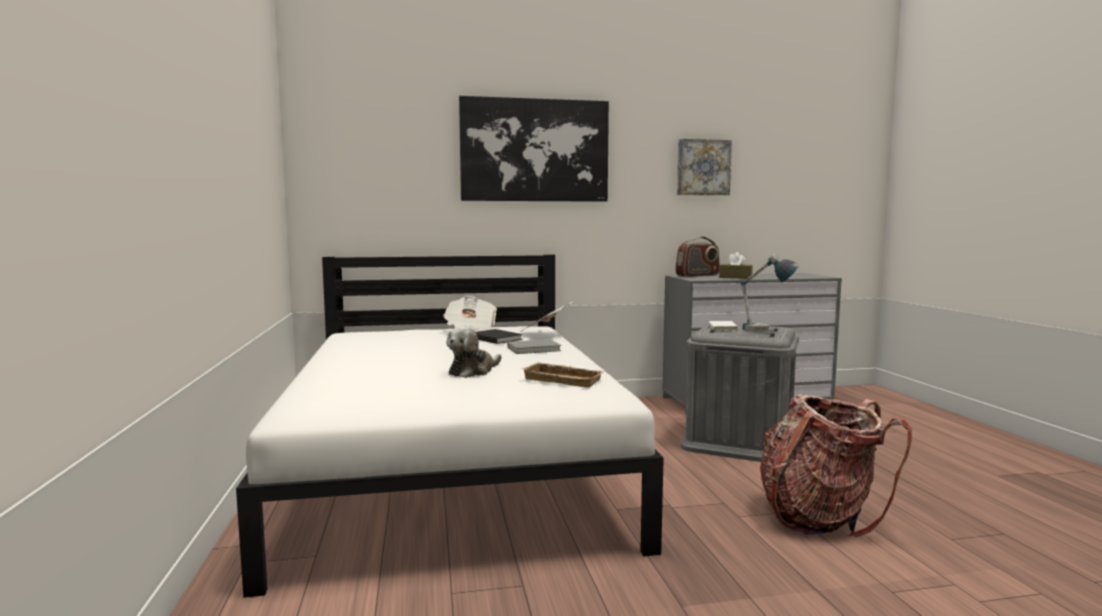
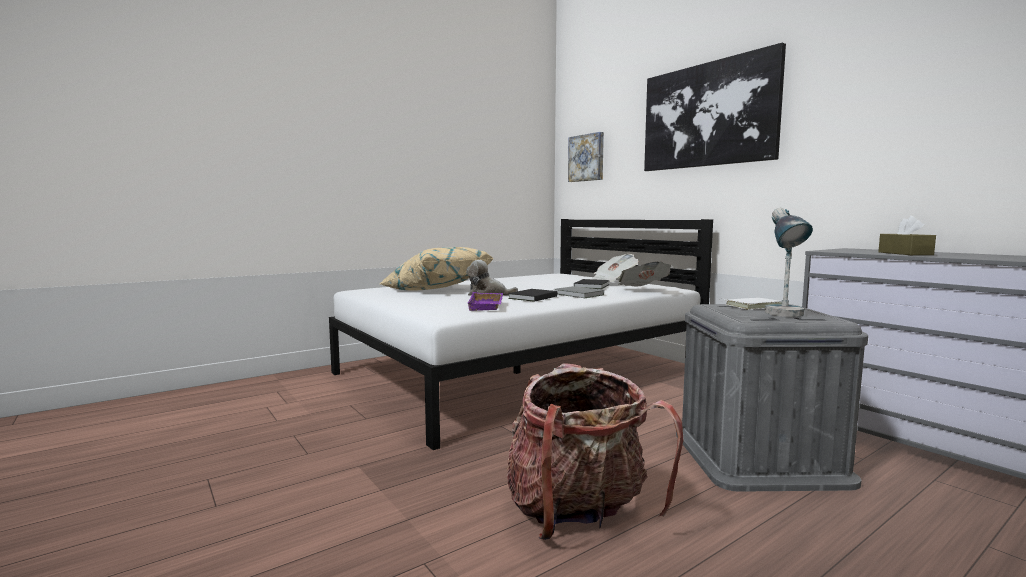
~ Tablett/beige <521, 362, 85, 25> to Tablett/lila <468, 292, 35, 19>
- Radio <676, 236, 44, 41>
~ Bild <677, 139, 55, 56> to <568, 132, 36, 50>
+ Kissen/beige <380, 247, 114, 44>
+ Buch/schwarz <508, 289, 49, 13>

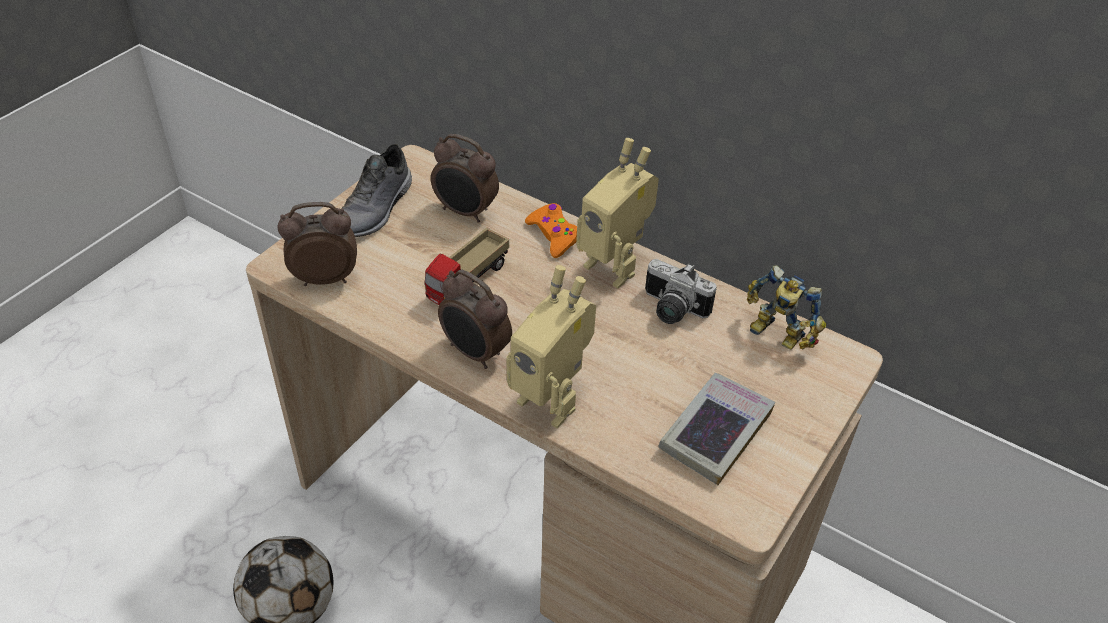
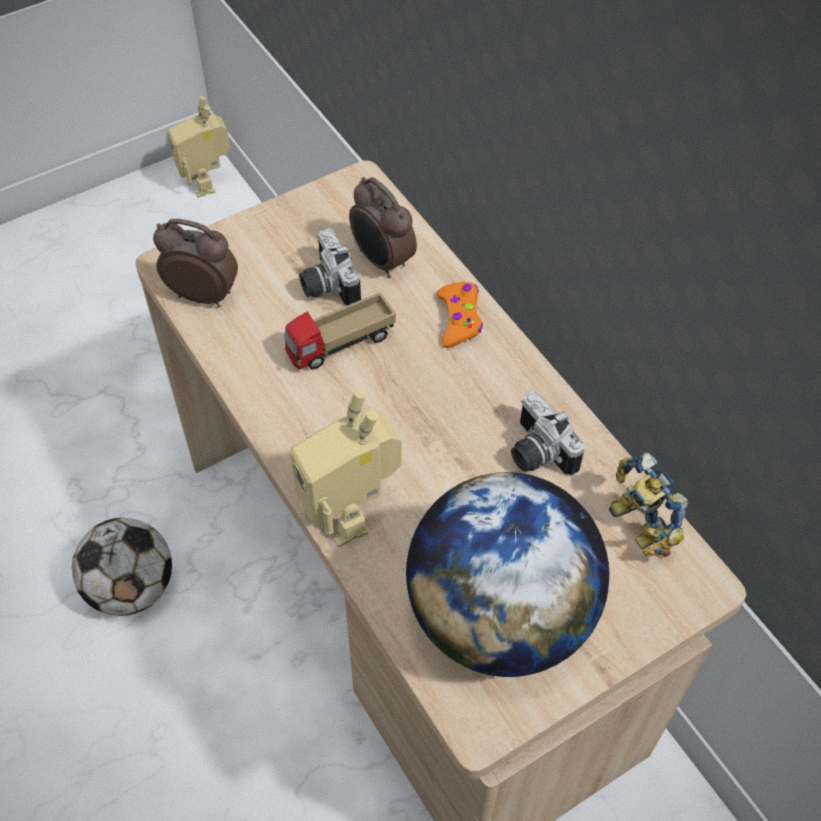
- Schuh/grau <341, 144, 71, 93>
- Wecker <438, 270, 74, 99>
~ Spielzeugroboter <576, 138, 83, 150> to <168, 96, 62, 102>
~ Buch <658, 373, 118, 112> to Globus <406, 472, 203, 205>
+ Kamera <299, 228, 62, 78>

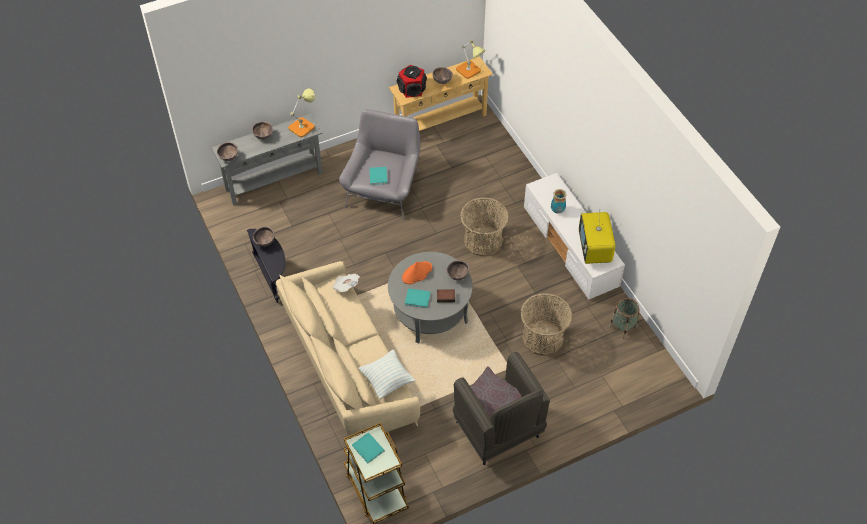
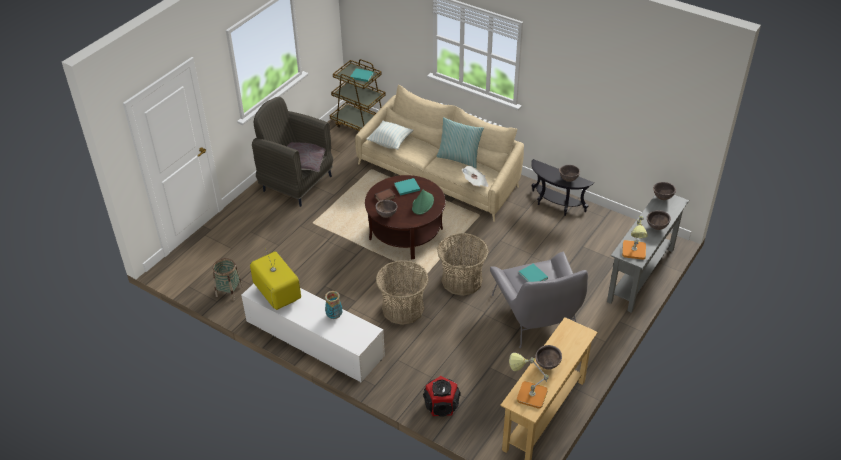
~ Couchtisch/grau <388, 252, 85, 91> to Couchtisch/braun <365, 175, 81, 85>
~ Lautsprecher <397, 65, 30, 33> to <423, 376, 38, 41>
~ Hut/orange <402, 261, 30, 23> to Hut/grün <412, 190, 22, 25>
~ Korb <520, 293, 52, 63> to <437, 233, 52, 63>
+ Kissen <436, 117, 48, 51>

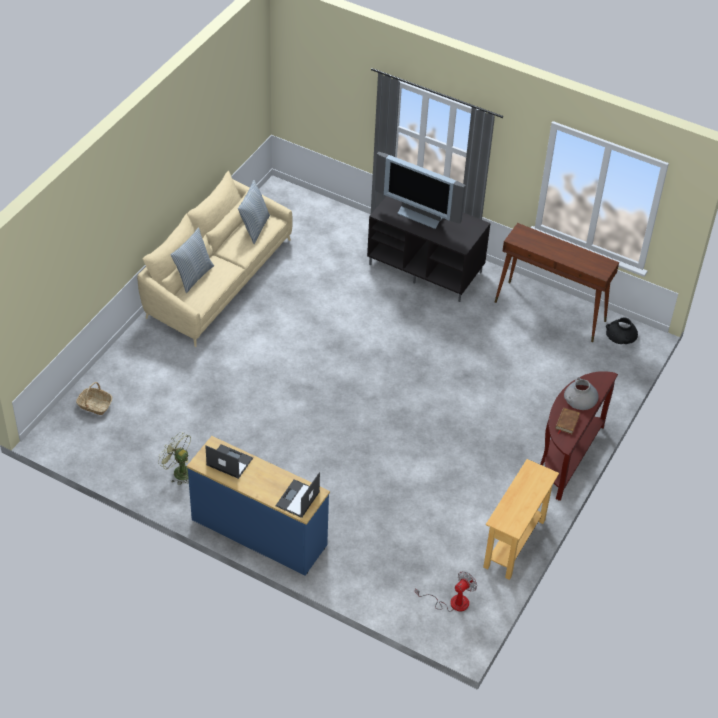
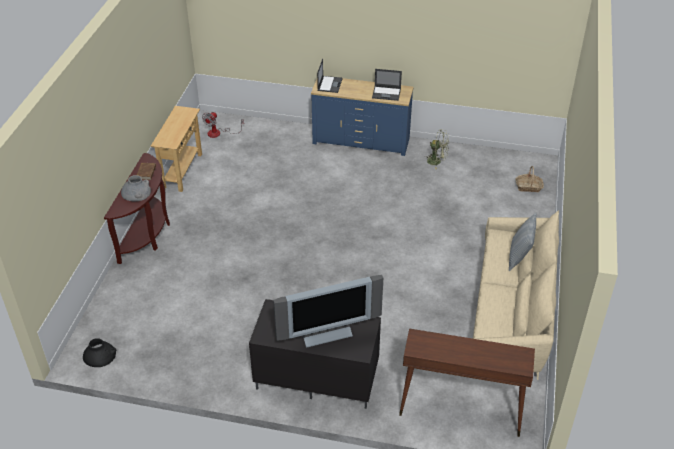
- Kissen <238, 180, 32, 64>
~ Fernseher <375, 152, 91, 77> = <273, 275, 110, 73> 150 degrees clockwise
~ Konsolentisch/braun <495, 223, 124, 119> to <399, 328, 136, 109>

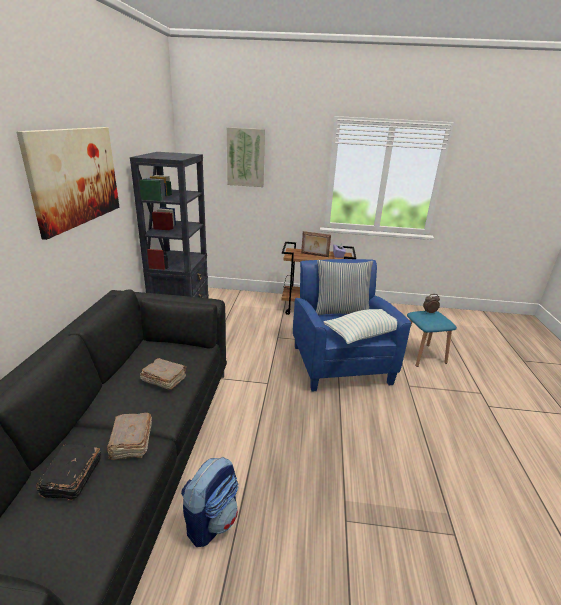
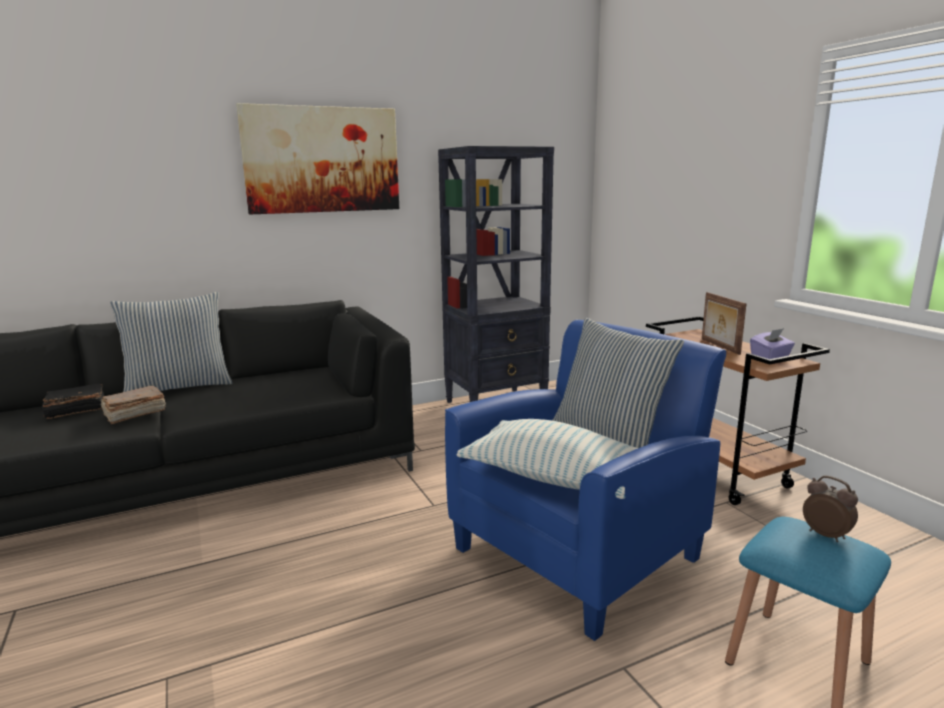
- Buch/braun <140, 358, 47, 32>
- Rucksack <181, 457, 58, 90>
- Bild <227, 127, 38, 60>
+ Kissen <110, 292, 123, 100>

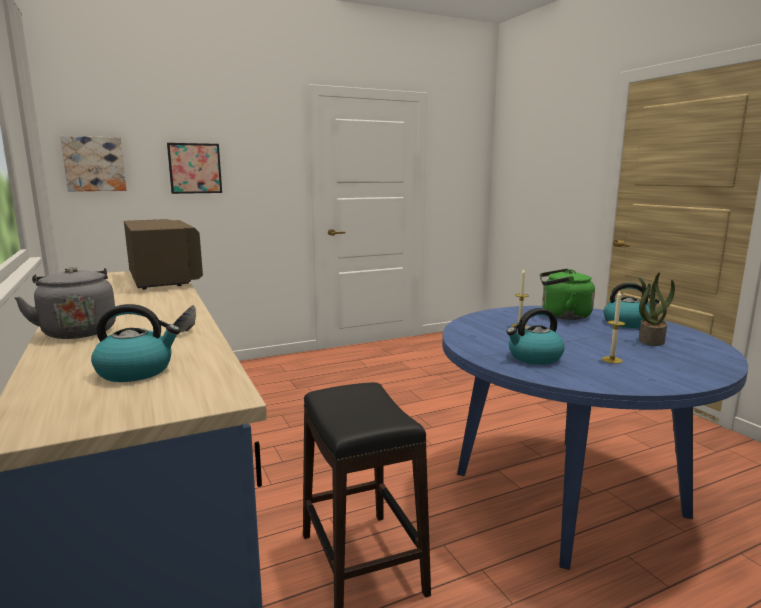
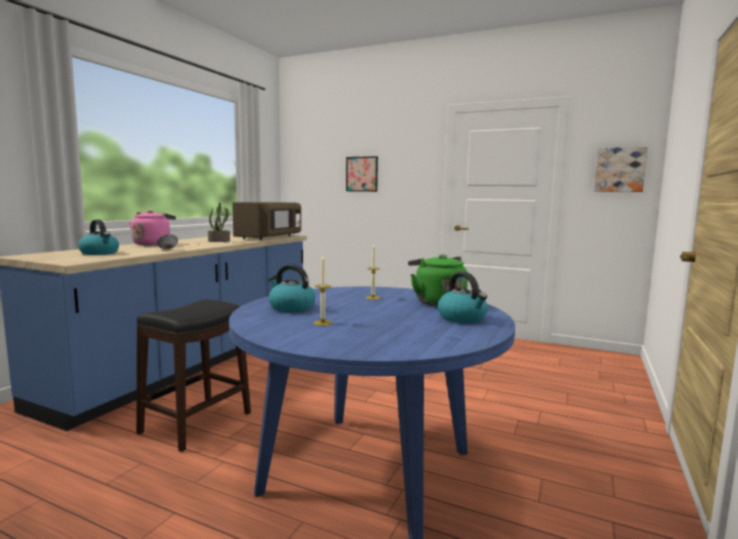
~ Wasserkessel/grau <14, 267, 102, 72> to Wasserkessel/rosa <129, 210, 47, 35>
~ Bild <60, 136, 66, 55> to <594, 147, 54, 45>
~ Topfpflanze <638, 272, 37, 74> to <208, 203, 22, 39>

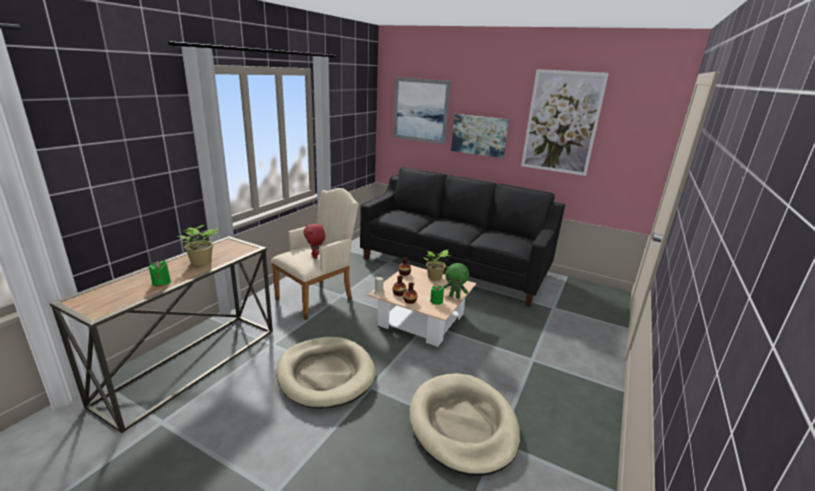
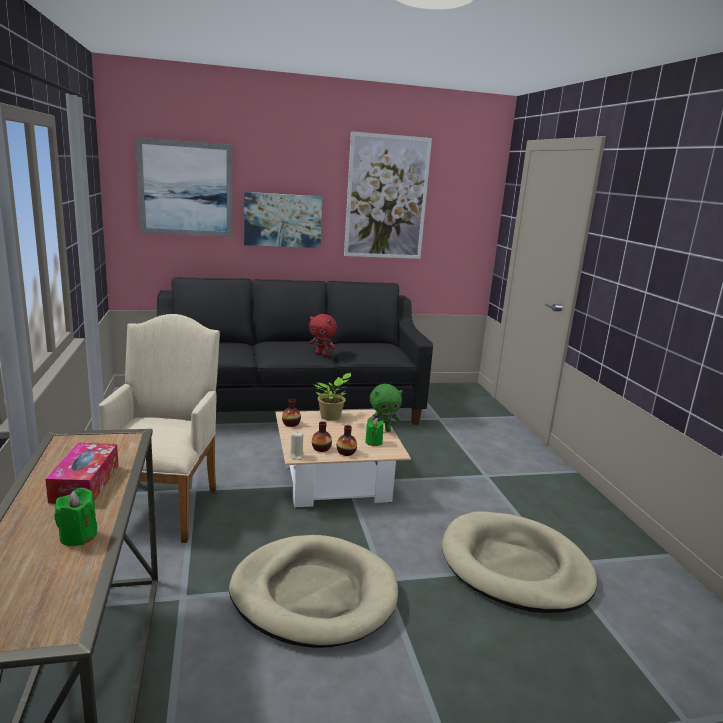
~ Topfpflanze <177, 225, 41, 41> to Taschentuchbox <45, 443, 74, 61>
~ Plüschtier/rot <303, 224, 22, 35> to <309, 314, 28, 42>

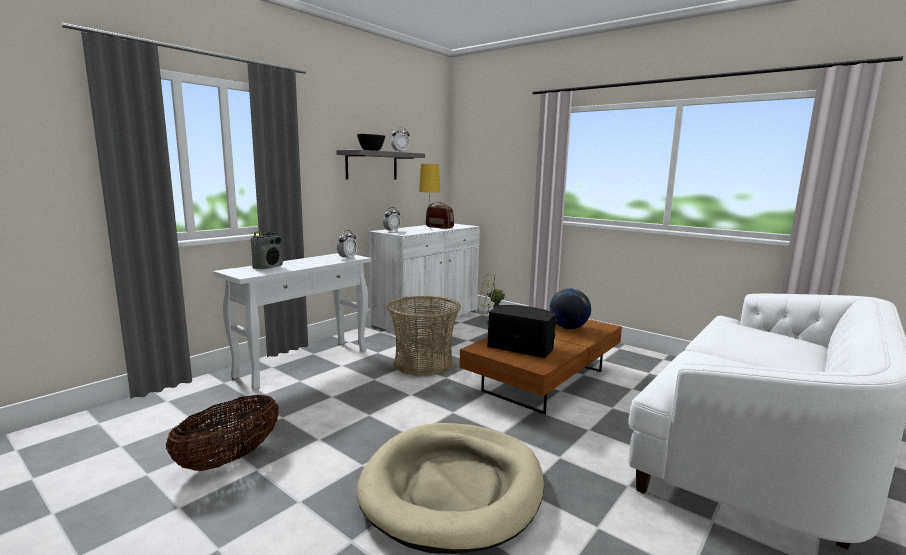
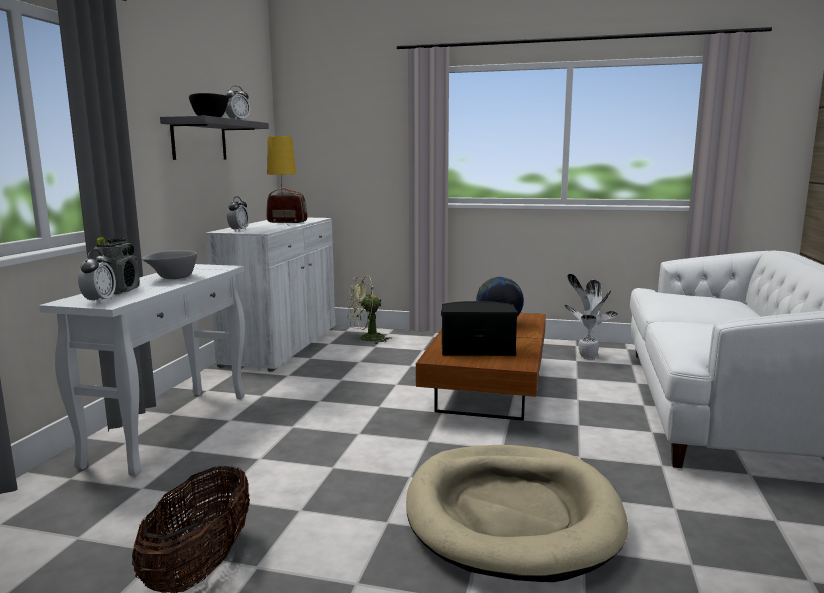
~ Wecker <337, 230, 20, 30> to <78, 250, 38, 54>
- Korb <387, 296, 74, 80>
+ Schüssel/grau <142, 250, 55, 29>
+ Topfpflanze <564, 274, 54, 85>

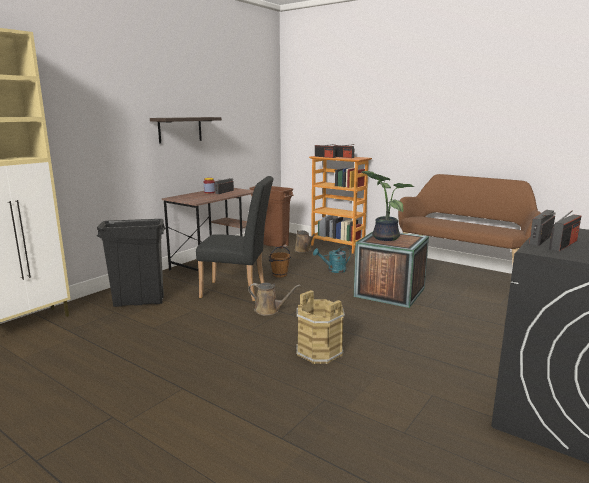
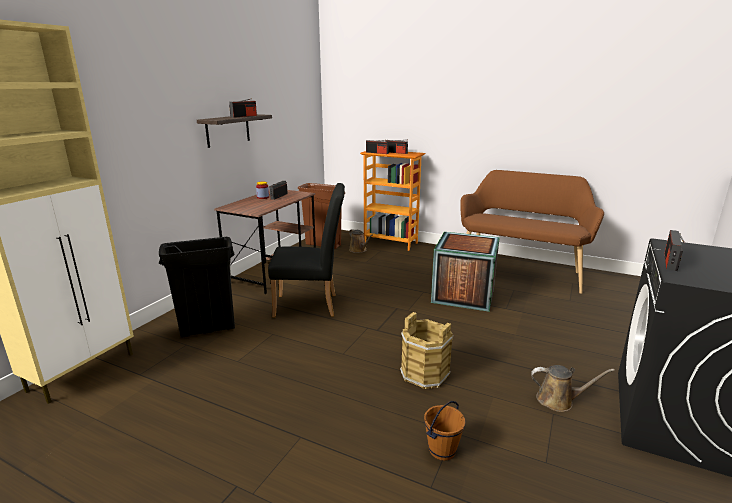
~ Gießkanne/braun <248, 283, 52, 32> to <531, 365, 84, 47>
~ Eimer/braun <269, 246, 22, 32> to <424, 401, 42, 60>
- Gießkanne/türkis <313, 246, 38, 27>
- Topfpflanze <362, 171, 52, 70>
~ Radio <549, 211, 32, 40> to <229, 98, 28, 20>

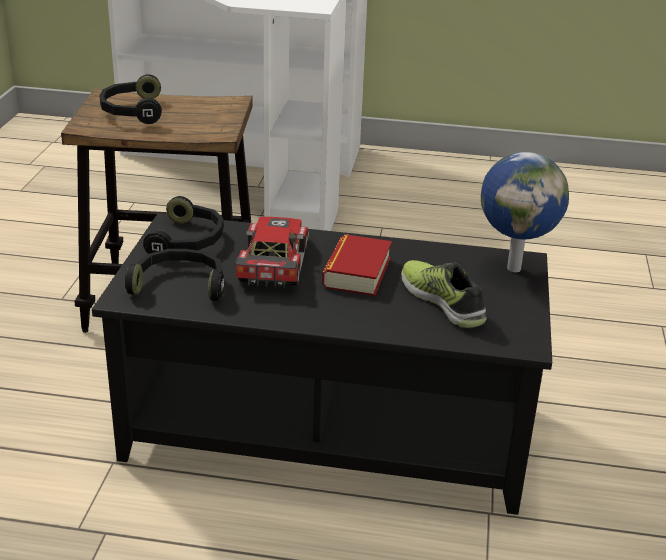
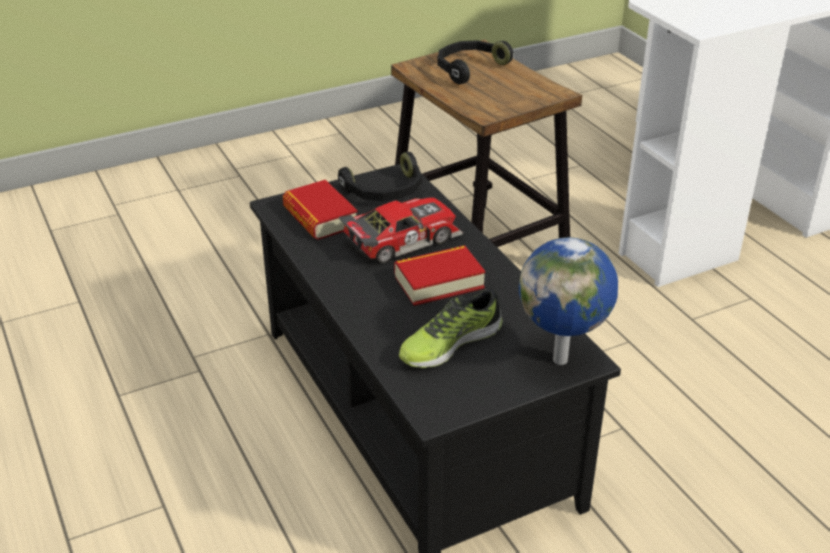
~ Kopfhörer/schwarz <125, 249, 99, 52> to Buch <283, 180, 75, 60>
~ Schuh <401, 260, 86, 69> = <399, 289, 103, 79> 150 degrees counterclockwise

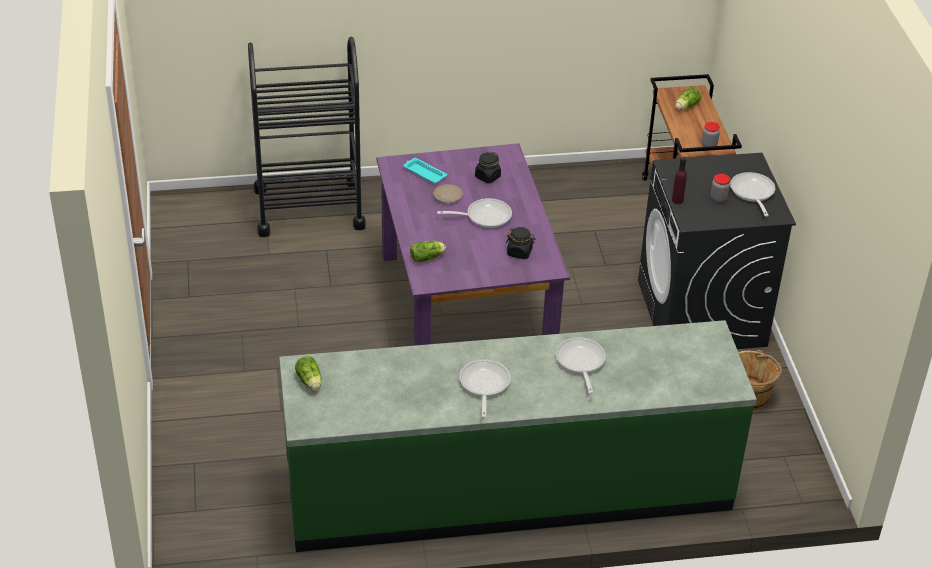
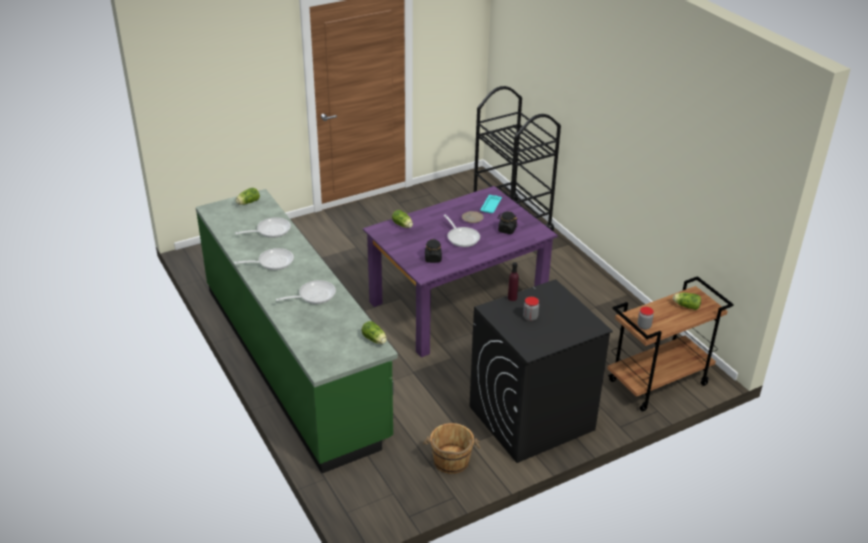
~ Pfanne <730, 172, 45, 44> to <235, 217, 56, 21>
+ Salatkopf <362, 321, 25, 23>

